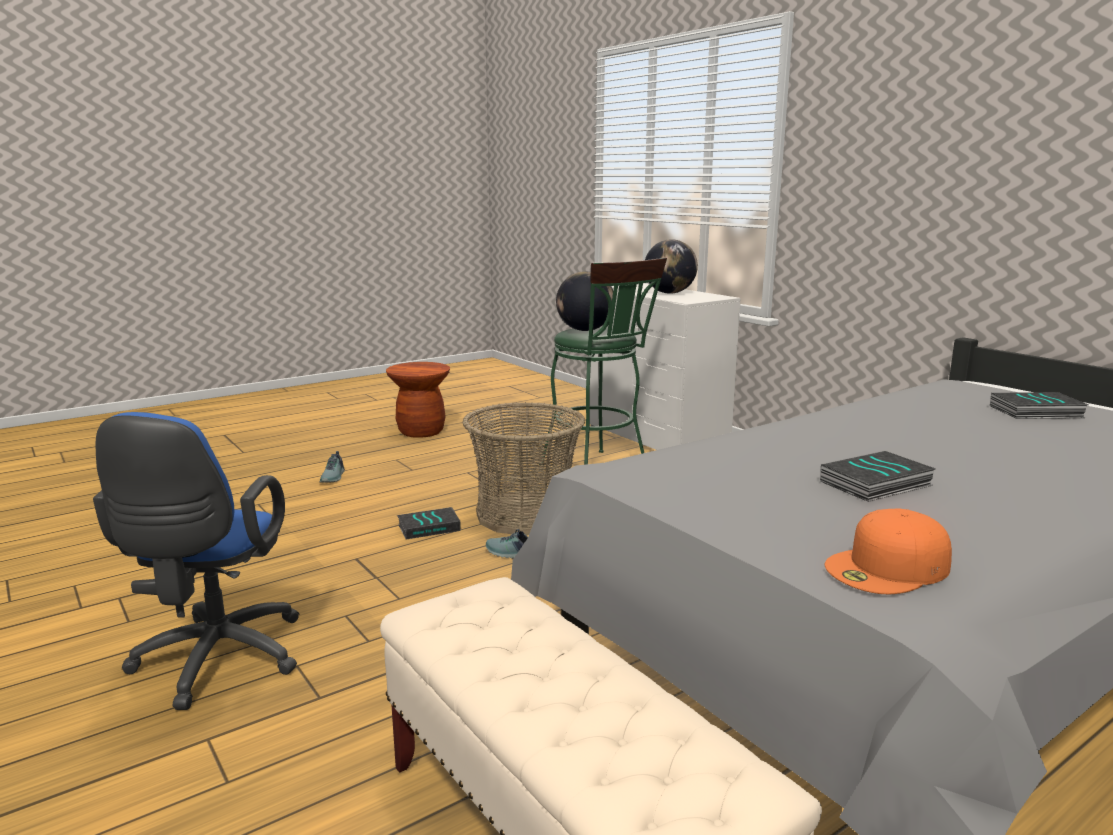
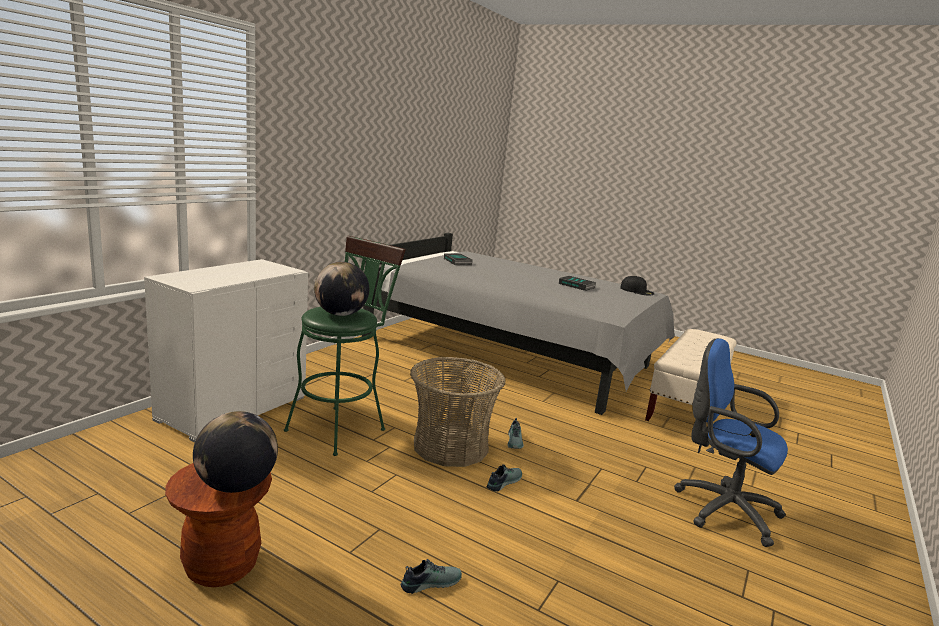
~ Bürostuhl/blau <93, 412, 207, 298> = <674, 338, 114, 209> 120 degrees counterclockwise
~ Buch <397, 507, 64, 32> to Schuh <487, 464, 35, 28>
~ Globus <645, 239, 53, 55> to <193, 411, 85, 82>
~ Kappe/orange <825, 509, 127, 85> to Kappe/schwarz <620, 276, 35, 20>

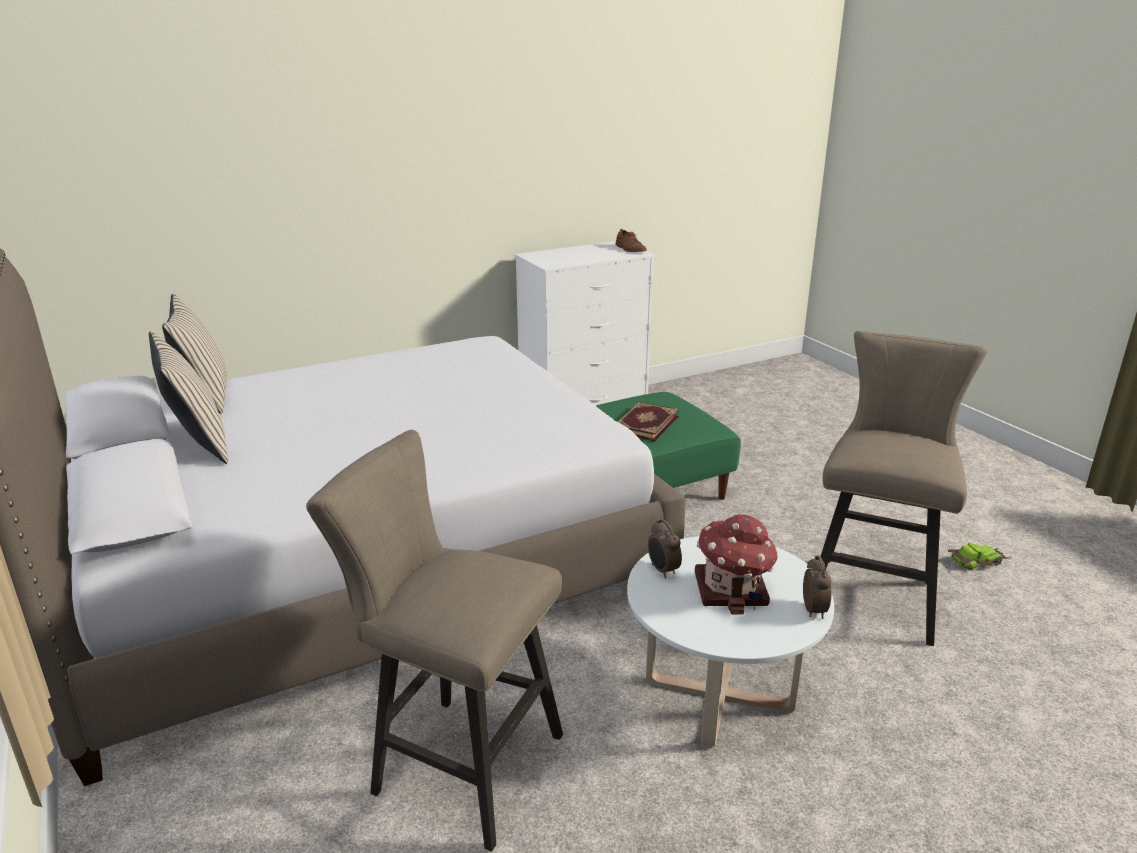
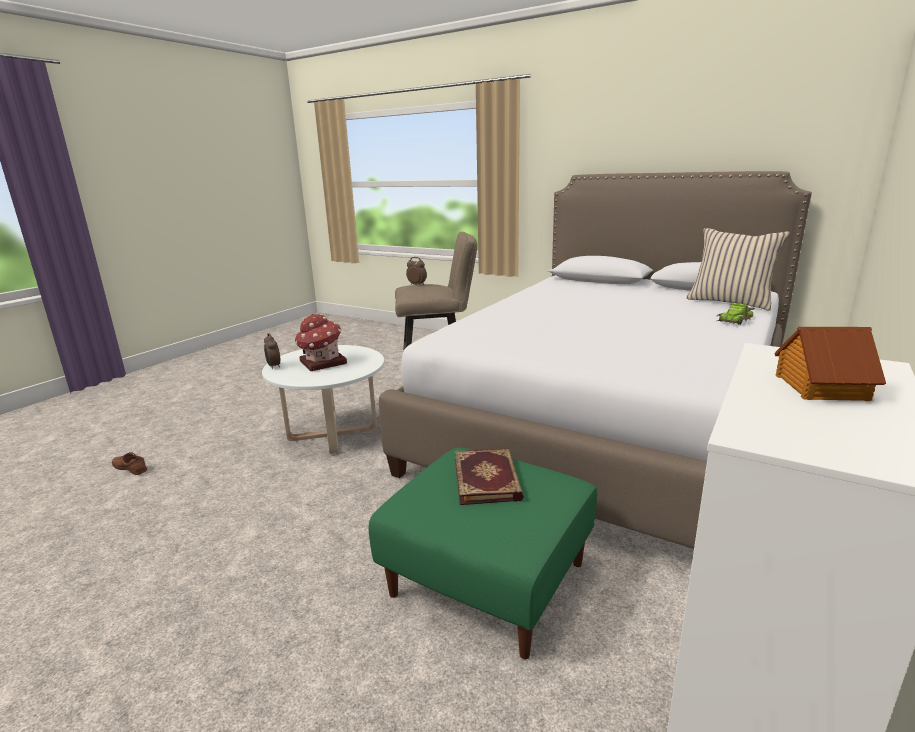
- Kissen/beige <149, 331, 79, 133>
~ Schuh/braun <616, 229, 30, 23> to <112, 452, 35, 23>
~ Wecker <648, 519, 34, 59> to <406, 257, 21, 29>
- Hocker/beige <820, 331, 167, 315>
~ Spielzeugauto <948, 542, 62, 28> to <717, 303, 38, 22>
+ Spielzeughaus <775, 327, 111, 74>

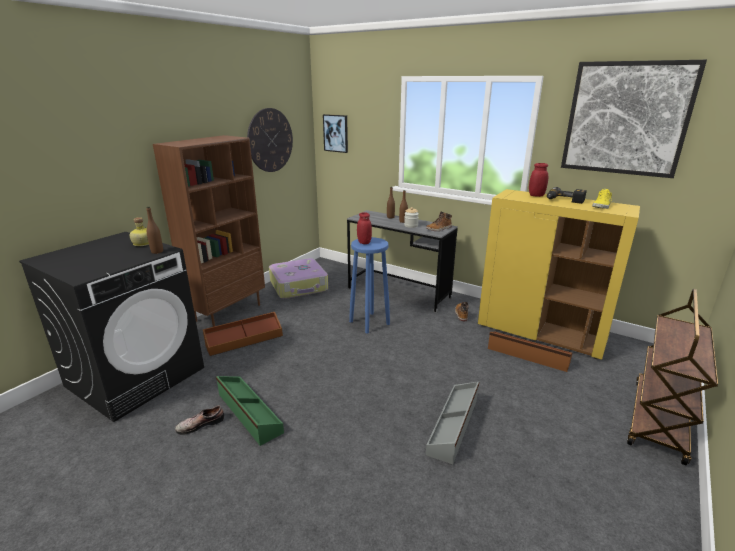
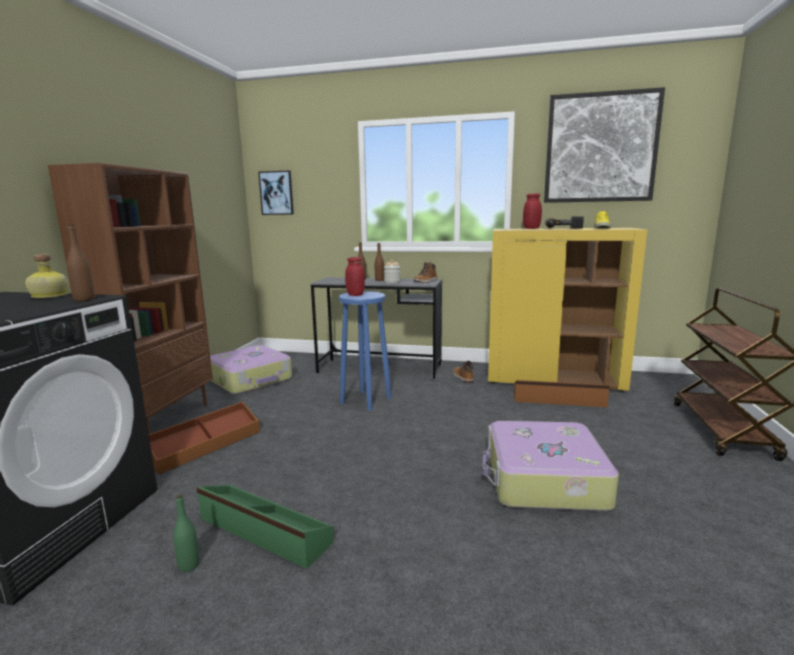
~ Schuh <175, 405, 49, 30> to Flasche/grün <173, 494, 27, 78>
- Wanduhr <247, 108, 46, 64>
~ Aufbewahrungsbox/grau <426, 382, 53, 82> to Koffer <482, 421, 137, 90>

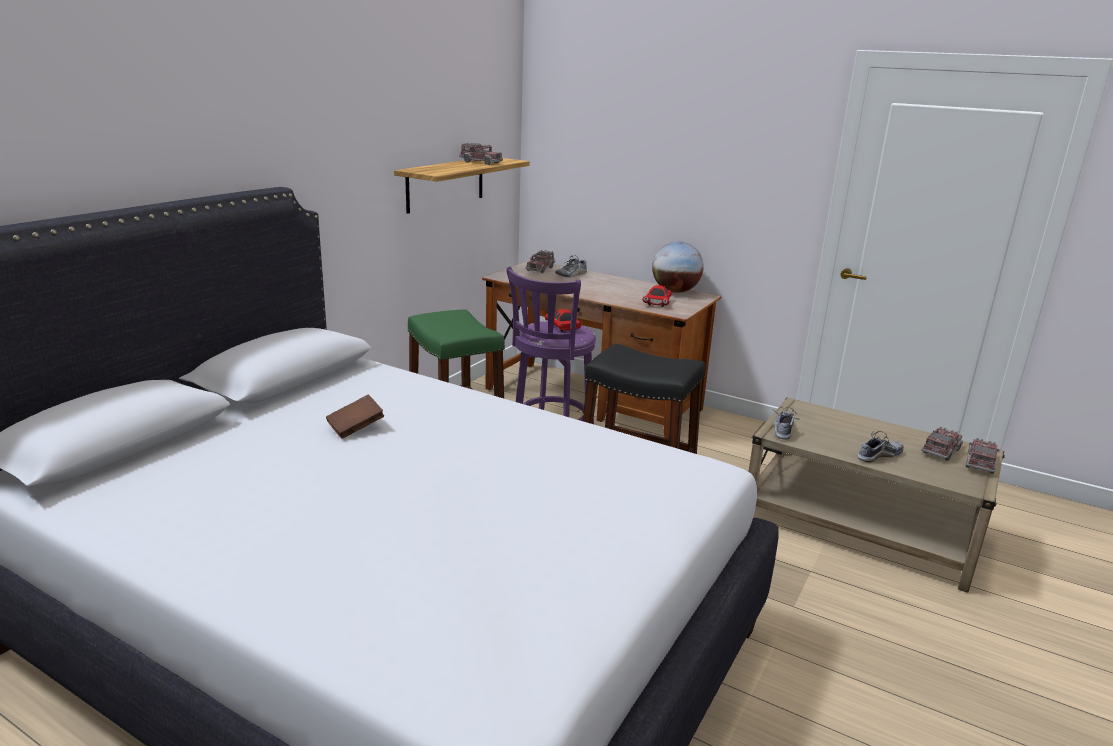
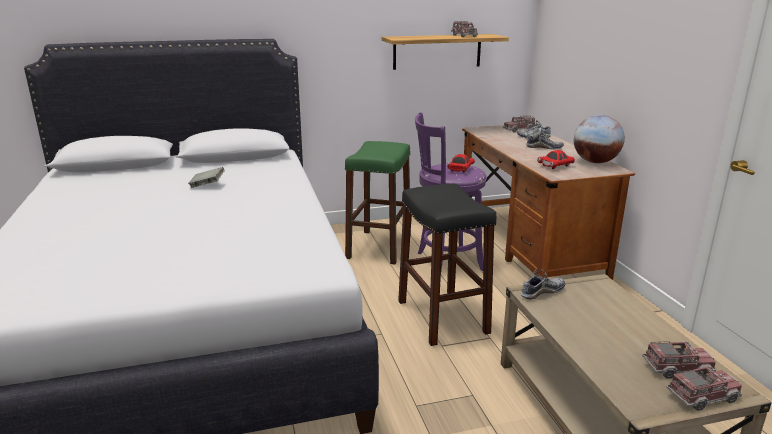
~ Buch/braun <326, 395, 59, 44> to Buch/grau <188, 167, 37, 21>
~ Schuh <858, 431, 46, 32> to <526, 130, 38, 20>

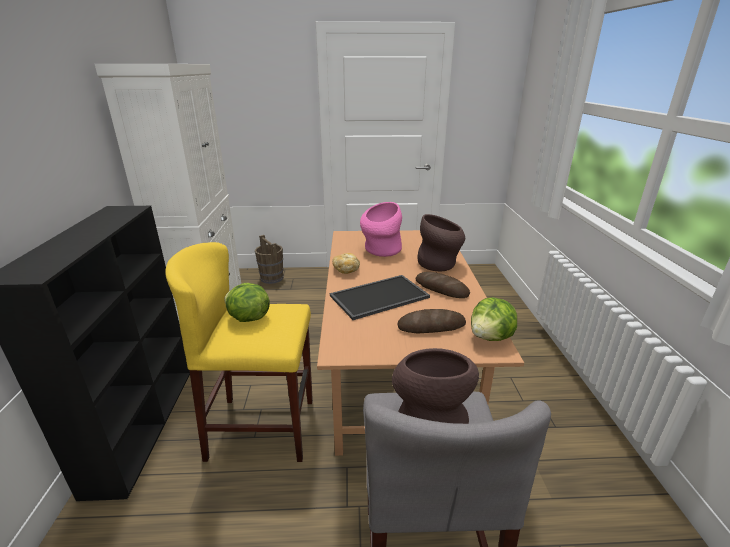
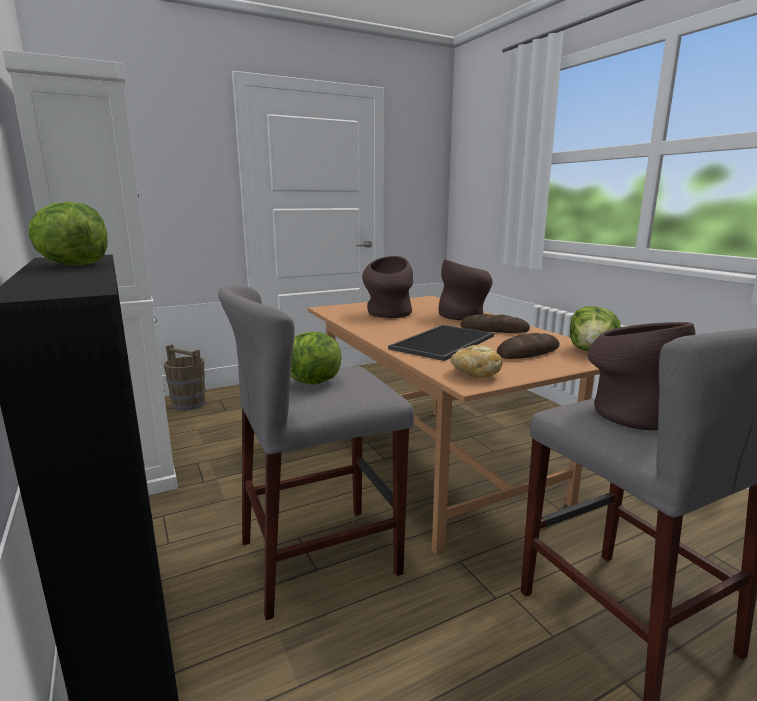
~ Hocker/gelb <165, 242, 148, 220> to Hocker/grau <218, 285, 196, 335>
~ Brot <332, 253, 28, 21> to <451, 345, 52, 33>
~ Vase/rosa <360, 202, 42, 55> to Vase/braun <362, 256, 51, 62>
+ Salatkopf <29, 202, 79, 64>

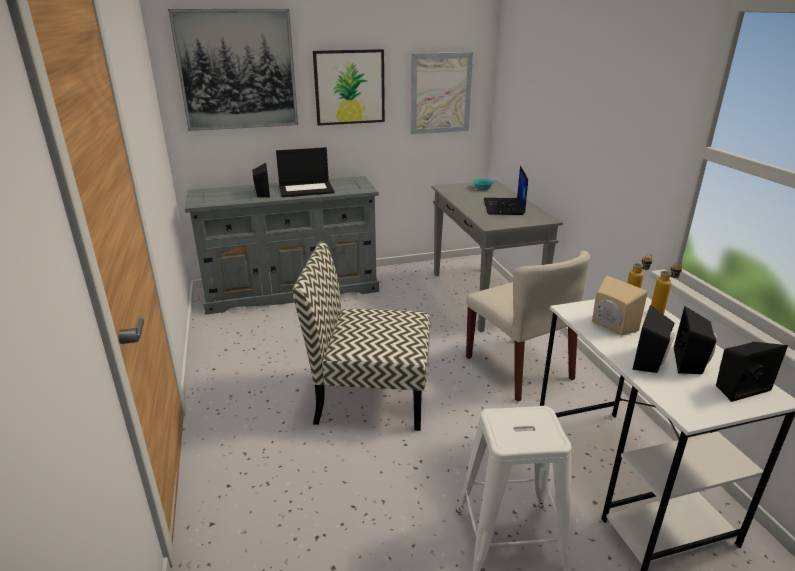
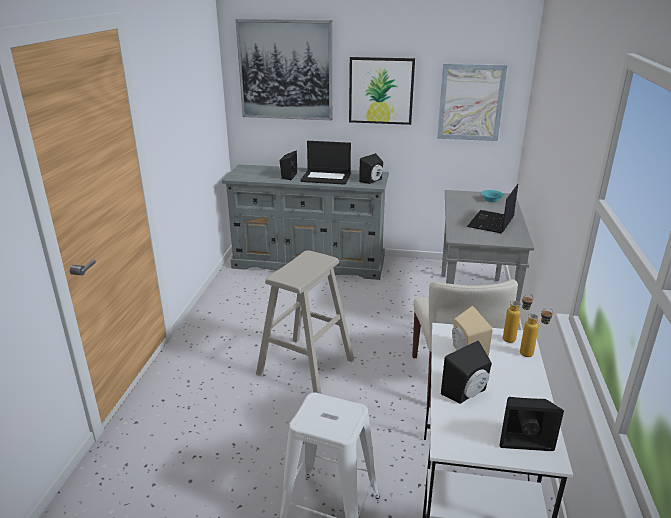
~ Stuhl <293, 241, 137, 190> to Hocker/beige <256, 250, 98, 144>
~ Lautsprecher/schwarz <674, 306, 43, 68> to <359, 153, 24, 31>

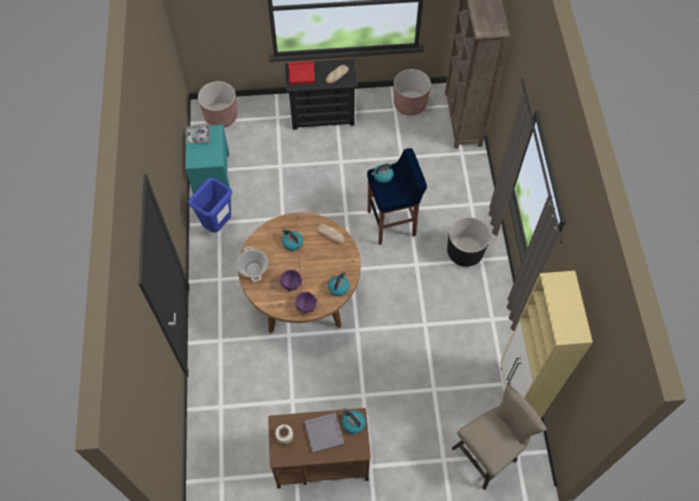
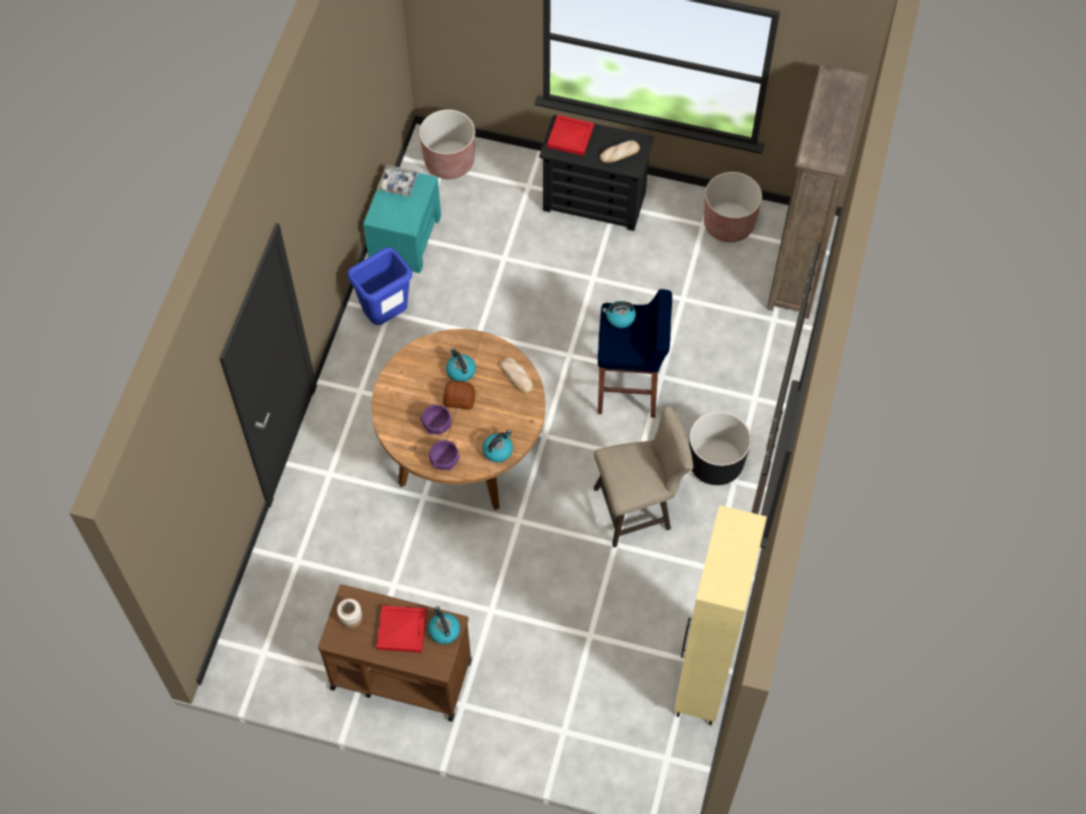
- Kochtopf <237, 246, 31, 36>
~ Tablett/grau <304, 412, 40, 42> to Tablett/rot <377, 605, 50, 48>
~ Hocker/beige <451, 385, 95, 105> to <594, 406, 99, 142>
+ Brot <443, 380, 32, 30>

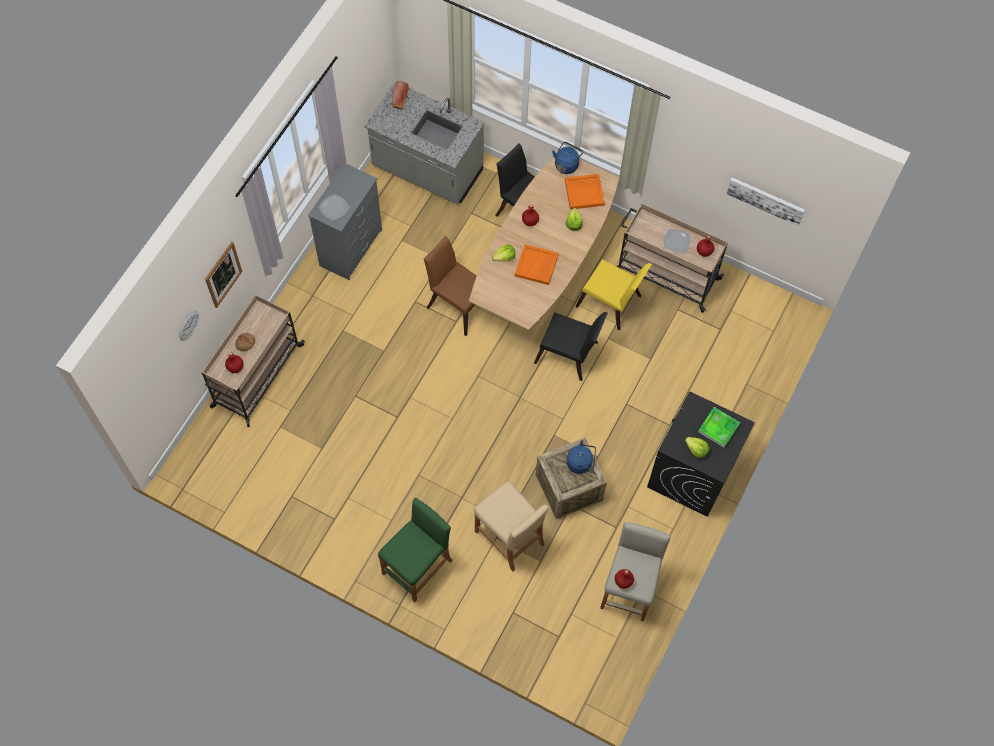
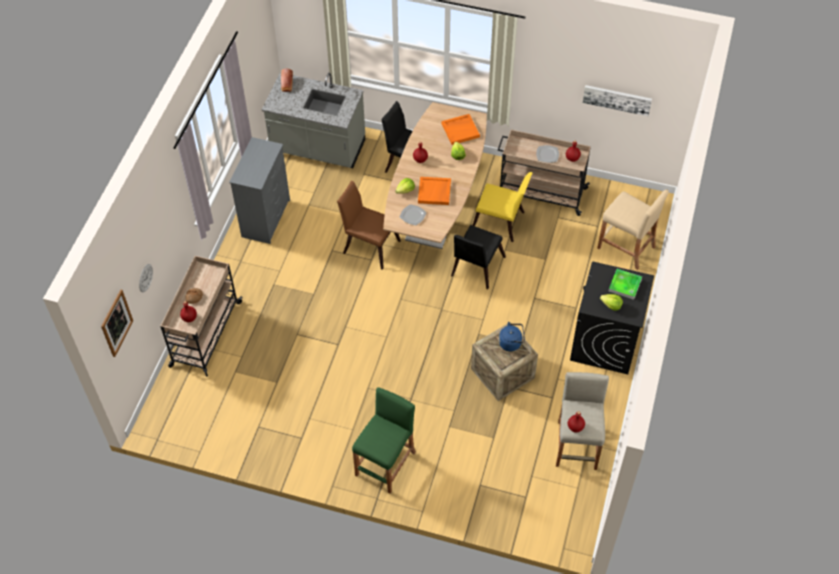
~ Bild <205, 242, 37, 66> to <101, 289, 32, 68>
~ Teller <319, 194, 31, 27> to <400, 204, 26, 21>
~ Hocker/beige <474, 482, 75, 89> to <597, 190, 72, 80>
~ Stuhl/schwarz <534, 312, 74, 69> = <451, 225, 55, 64> 105 degrees clockwise
- Wasserkessel/blau <552, 142, 32, 32>

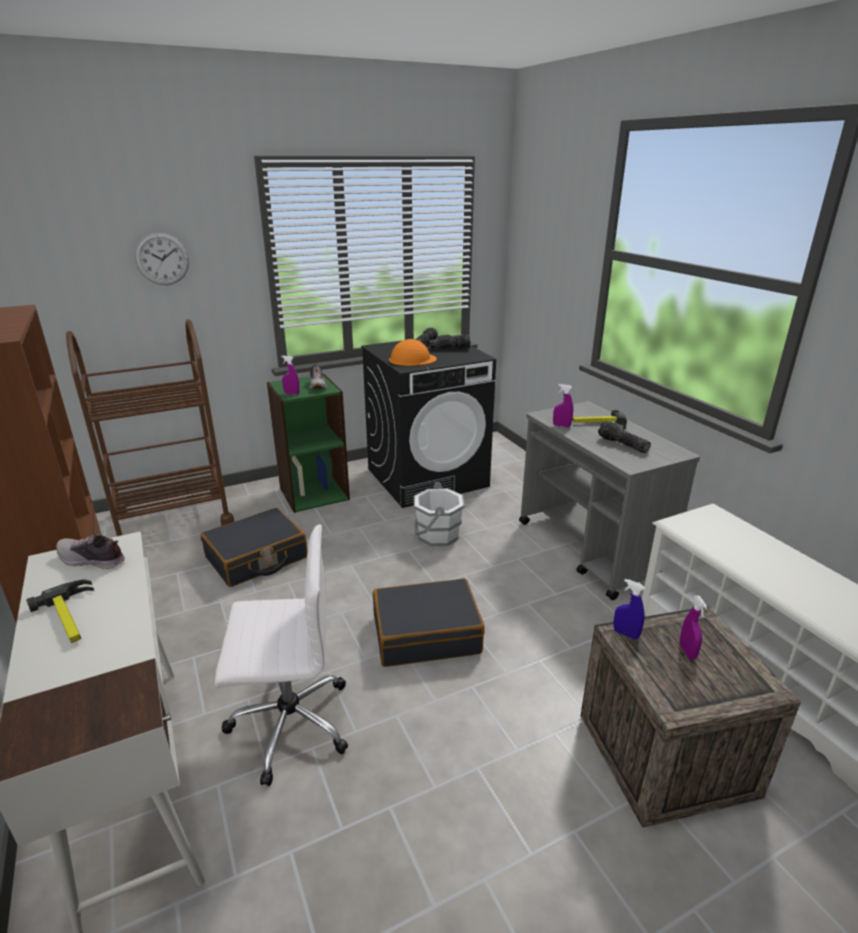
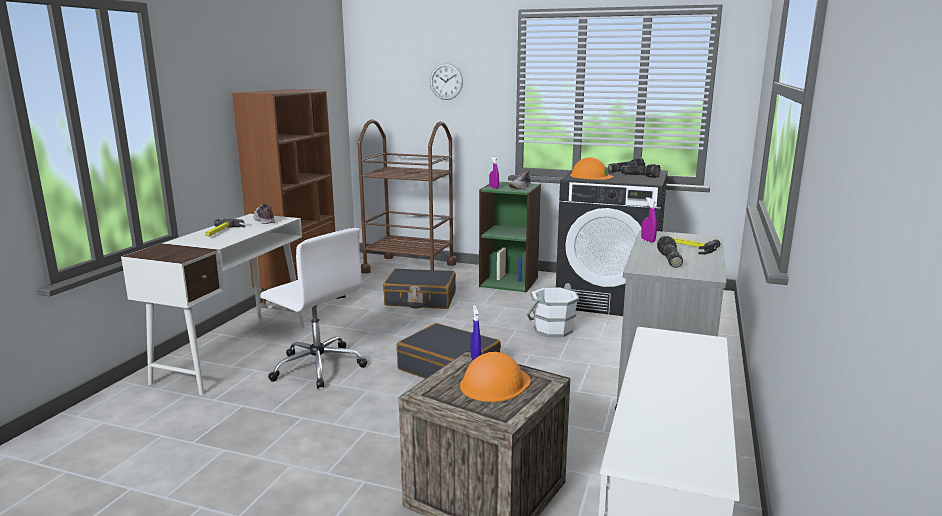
~ Sprühflasche/lila <679, 595, 28, 64> to Schutzhelm/orange <460, 352, 71, 50>

